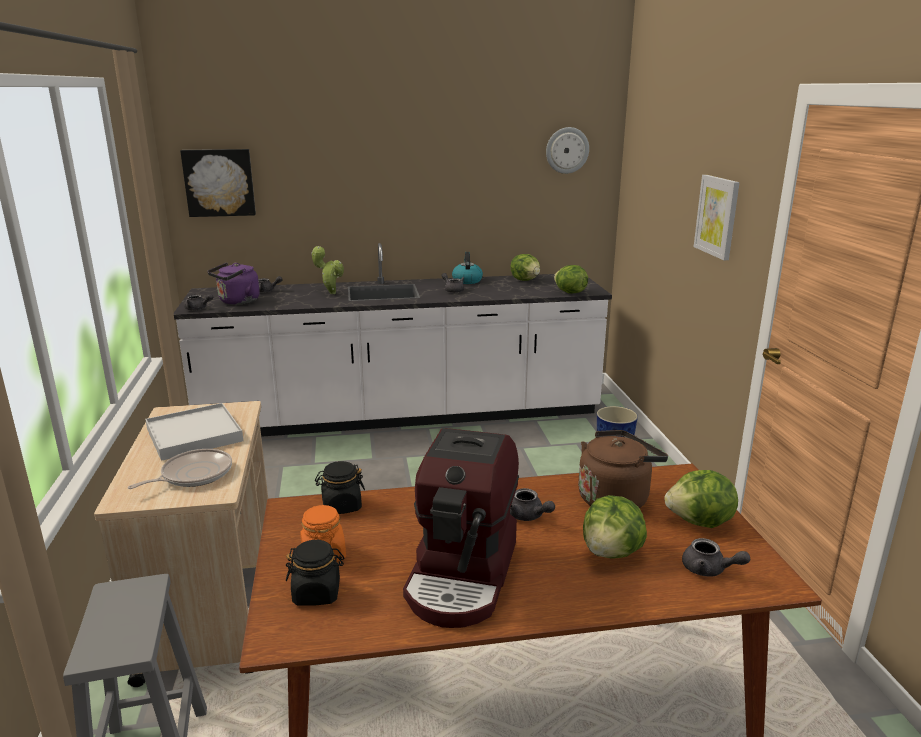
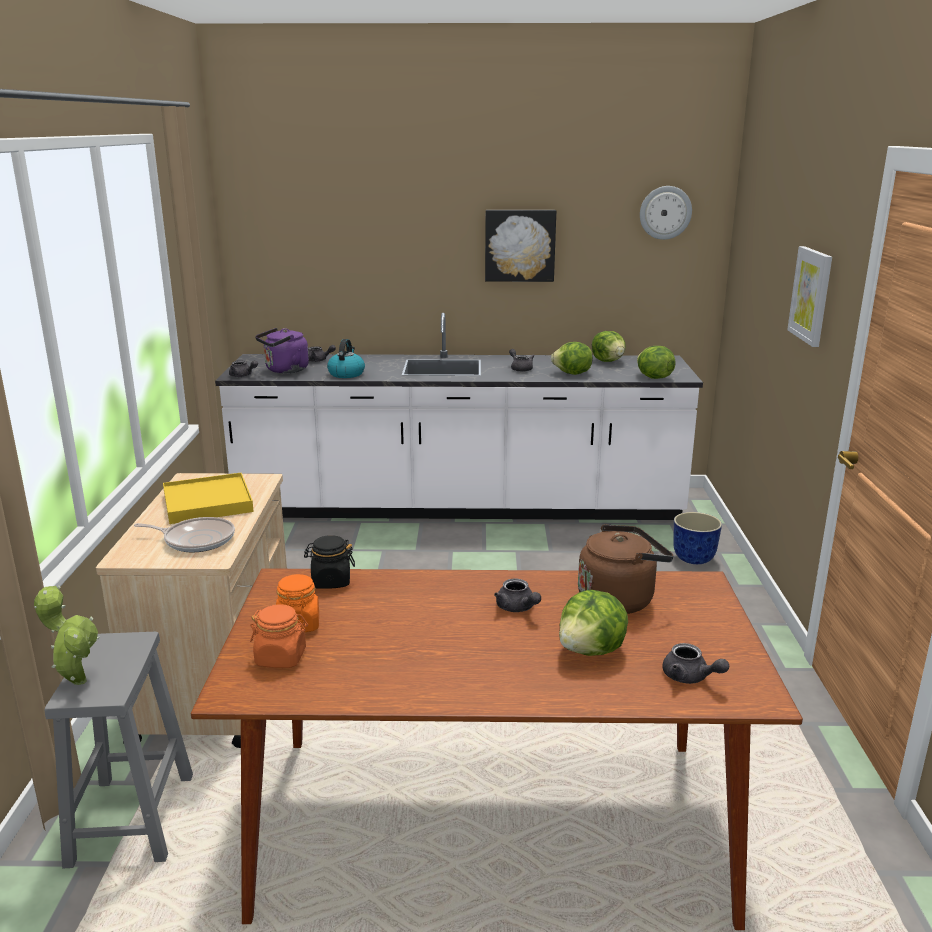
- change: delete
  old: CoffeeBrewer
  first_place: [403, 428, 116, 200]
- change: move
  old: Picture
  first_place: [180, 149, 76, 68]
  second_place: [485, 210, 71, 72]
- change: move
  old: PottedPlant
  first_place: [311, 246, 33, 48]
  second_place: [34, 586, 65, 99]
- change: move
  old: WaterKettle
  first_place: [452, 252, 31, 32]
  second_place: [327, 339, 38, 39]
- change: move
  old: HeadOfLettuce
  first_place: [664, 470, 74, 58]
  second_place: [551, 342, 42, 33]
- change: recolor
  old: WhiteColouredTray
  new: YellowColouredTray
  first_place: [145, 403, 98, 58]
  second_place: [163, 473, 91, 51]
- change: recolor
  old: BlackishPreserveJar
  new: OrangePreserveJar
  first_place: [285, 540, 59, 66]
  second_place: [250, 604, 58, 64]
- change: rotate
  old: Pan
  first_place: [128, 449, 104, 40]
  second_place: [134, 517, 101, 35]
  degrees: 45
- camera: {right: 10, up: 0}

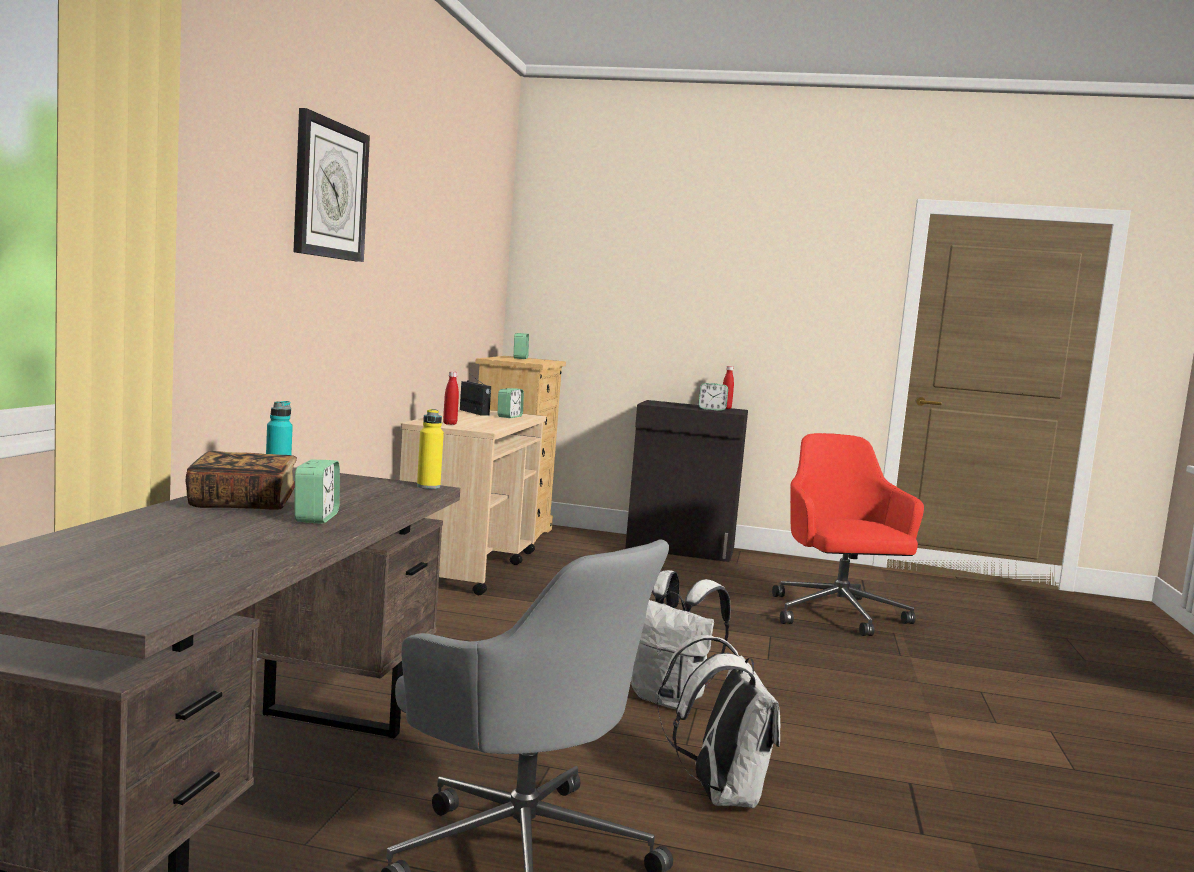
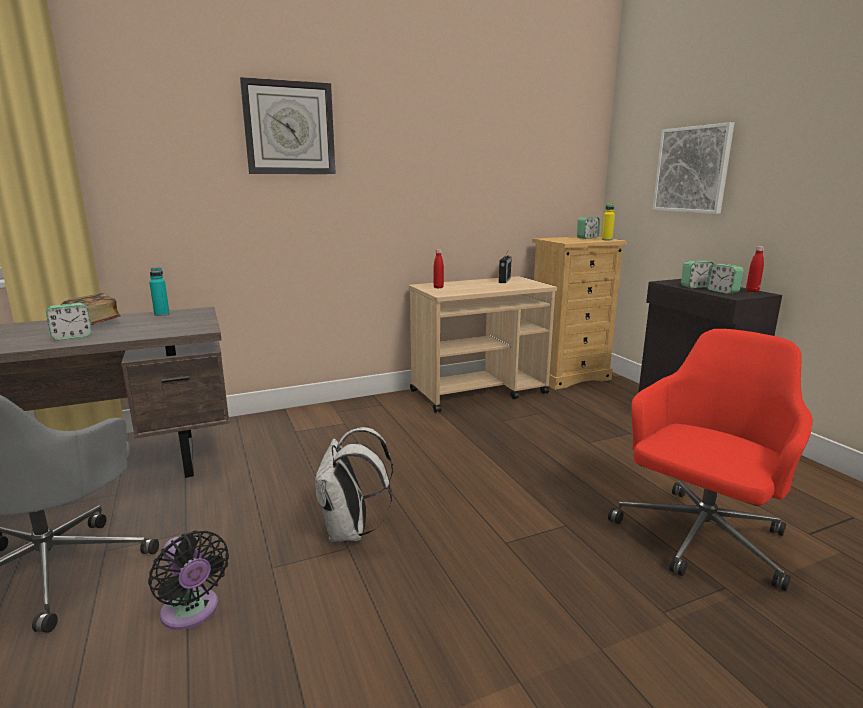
- change: insert
  new: Picture
  second_place: [653, 122, 81, 92]
- change: move
  old: YellowColouredDrinkBottle
  first_place: [417, 409, 27, 80]
  second_place: [602, 203, 13, 37]
- change: move
  old: BedsideClock
  first_place: [498, 388, 26, 30]
  second_place: [681, 261, 33, 27]
- change: replace
  old: WhiteColouredBackpack
  new: BlackishElectricFan
  first_place: [657, 635, 123, 174]
  second_place: [148, 530, 81, 100]
- camera: {right: 55, up: 10}

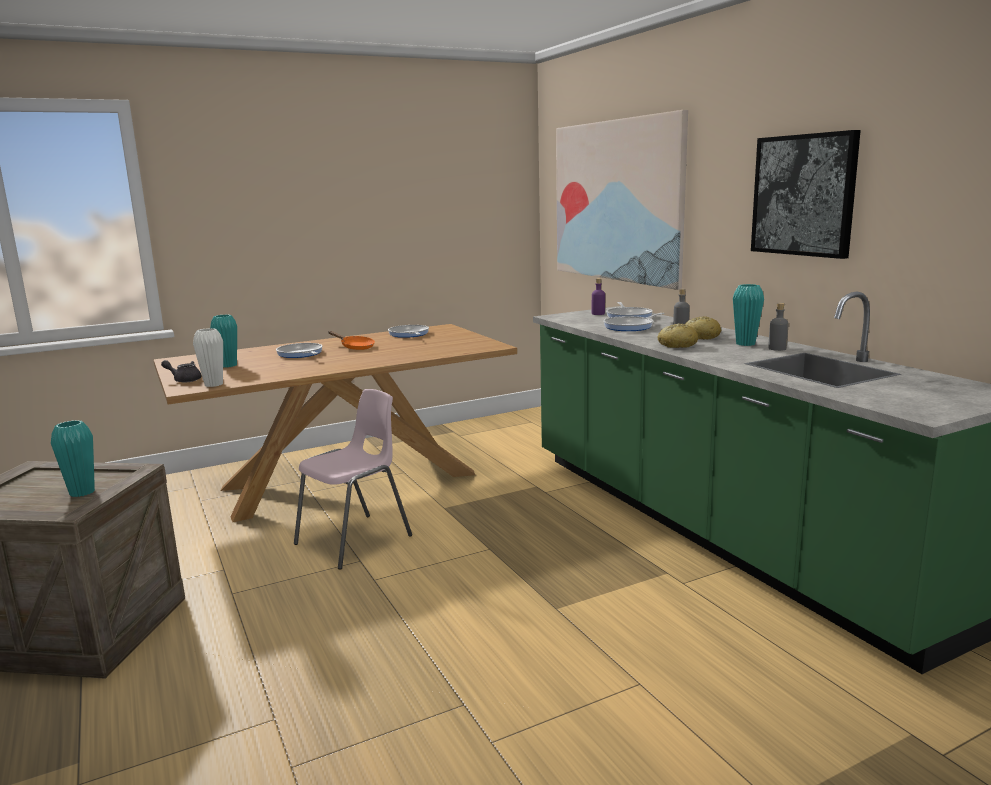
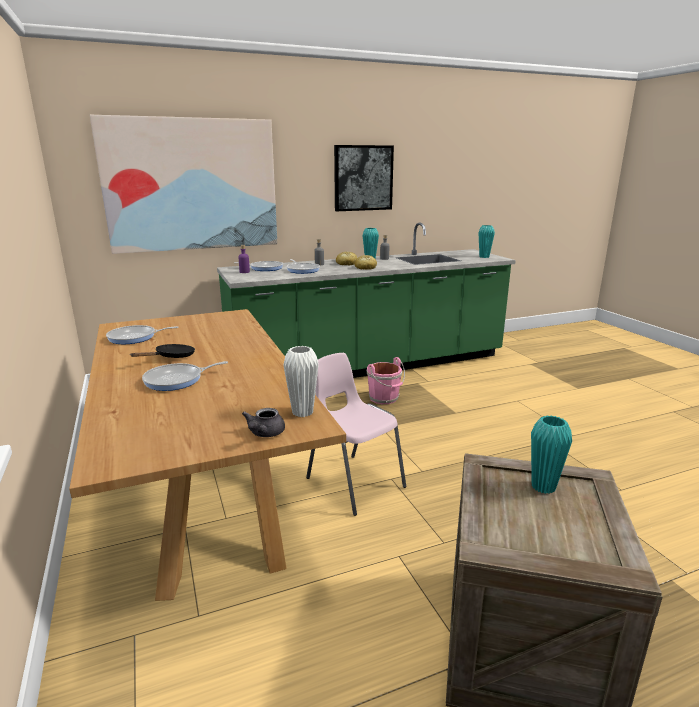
- change: insert
  new: PinkPail
  second_place: [367, 357, 38, 47]
- change: move
  old: TurquoiseColouredFlowerVase
  first_place: [210, 315, 27, 53]
  second_place: [478, 225, 17, 33]
- change: recolor
  old: OrangePan
  new: BlackishPan
  first_place: [328, 331, 47, 19]
  second_place: [131, 344, 64, 14]
- camera: {right: -85, up: 5}

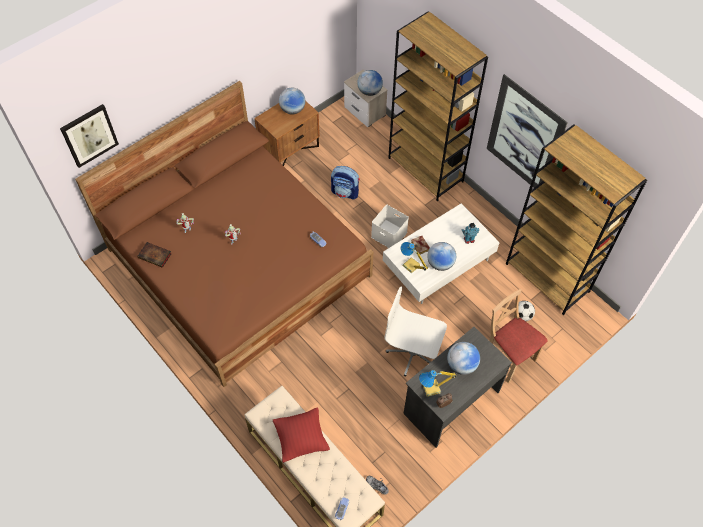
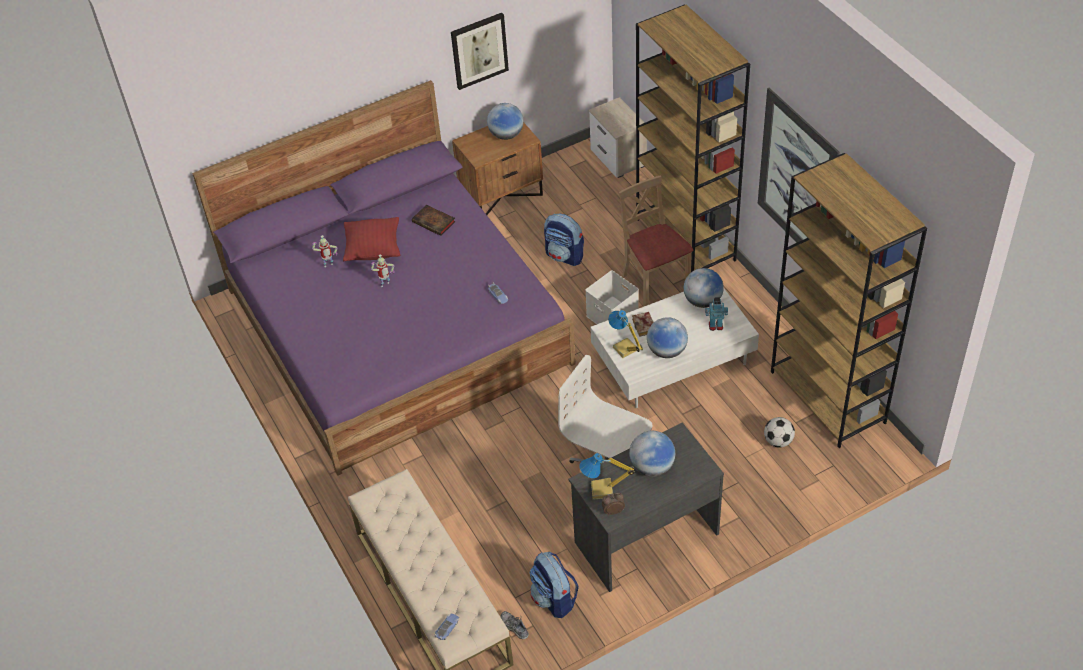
- change: insert
  new: Backpack
  second_place: [529, 552, 50, 66]
- change: move
  old: Picture
  first_place: [60, 104, 59, 64]
  second_place: [451, 13, 58, 77]
- change: move
  old: Volume
  first_place: [137, 242, 35, 26]
  second_place: [412, 205, 43, 31]
- change: move
  old: RedCushion
  first_place: [273, 407, 57, 56]
  second_place: [343, 217, 57, 44]
- change: move
  old: DeskGlobe
  first_place: [357, 70, 26, 26]
  second_place: [684, 268, 40, 40]
- change: move
  old: BeigeColouredUprightChair
  first_place: [489, 289, 59, 94]
  second_place: [619, 175, 74, 132]
- change: recolor
  old: BrownColouredSleepingBed
  new: PurpleSleepingBed
  first_place: [75, 81, 298, 306]
  second_place: [192, 80, 384, 396]
- camera: {right: 15, up: -10}

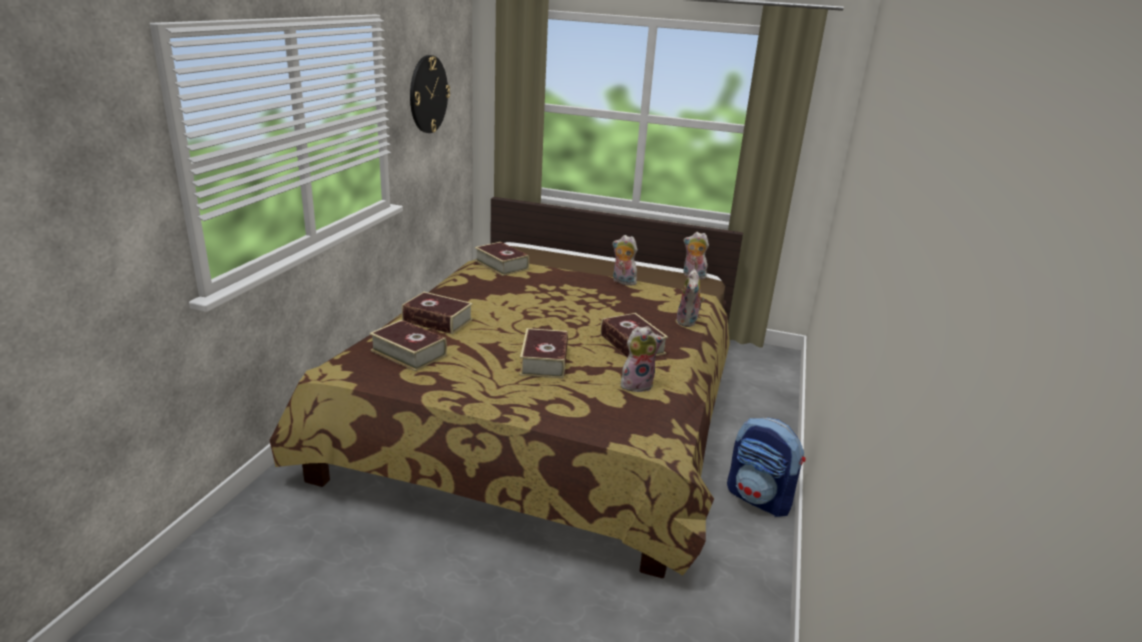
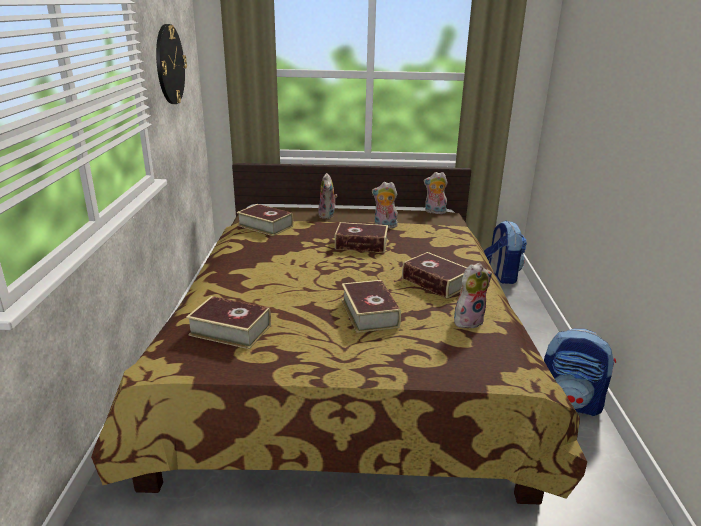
- change: insert
  new: Backpack
  second_place: [484, 220, 43, 64]
- change: move
  old: Volume
  first_place: [402, 292, 71, 42]
  second_place: [335, 222, 53, 31]
- change: move
  old: CuddlyToy
  first_place: [677, 269, 27, 58]
  second_place: [318, 173, 20, 46]
- camera: {right: -15, up: 0}

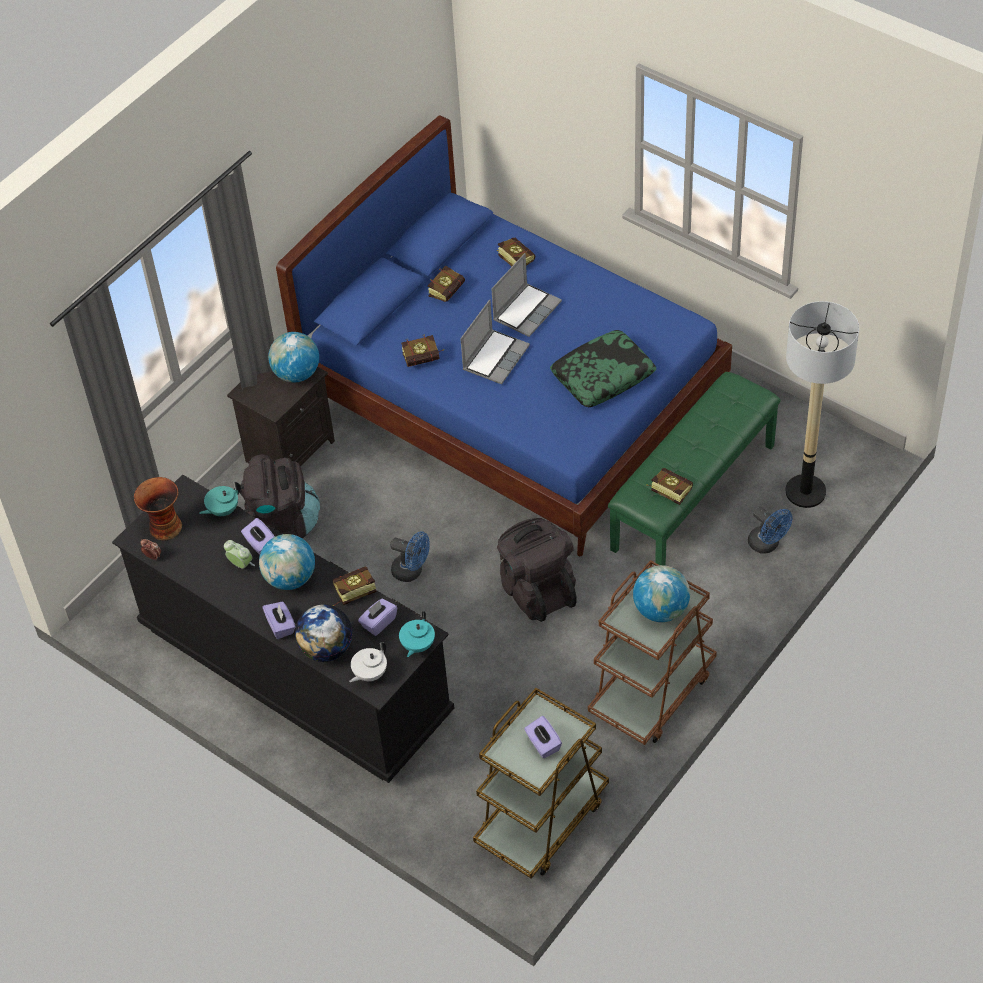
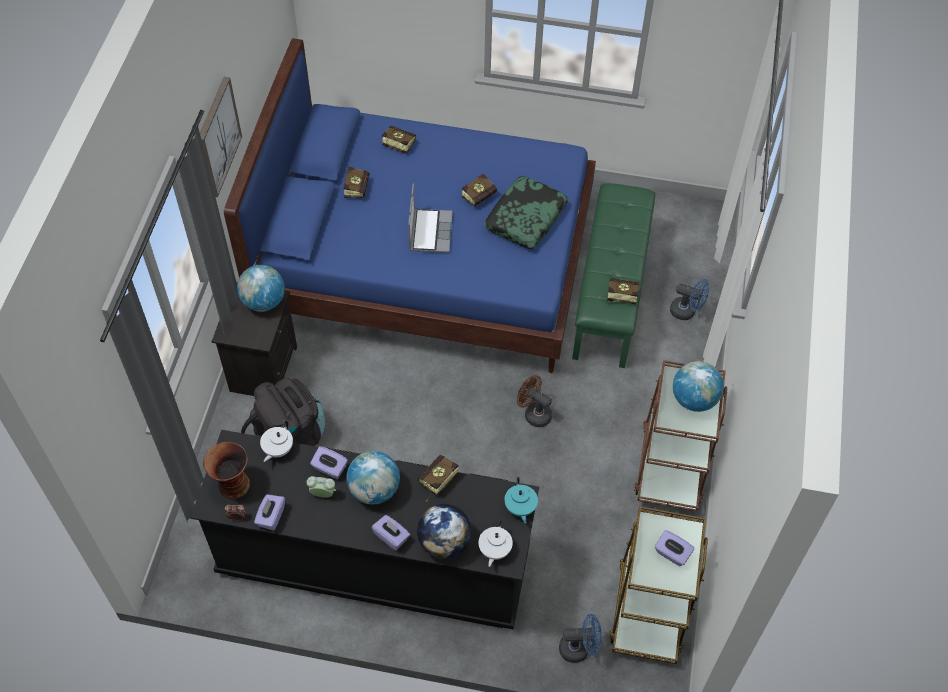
- change: delete
  old: NotebookComputer
  first_place: [491, 253, 71, 84]
- change: delete
  old: FloorLamp
  first_place: [785, 301, 74, 207]
- change: insert
  new: Picture
  second_place: [200, 77, 42, 120]
- change: move
  old: PurpleTissueBox
  first_place: [358, 598, 39, 38]
  second_place: [254, 494, 31, 37]
- change: move
  old: BlueColouredElectricFan
  first_place: [390, 532, 40, 50]
  second_place: [559, 614, 43, 49]
- change: move
  old: Volume
  first_place: [401, 335, 43, 32]
  second_place: [462, 174, 35, 32]
- change: replace
  old: BlackishBackpack
  new: BrownColouredElectricFan
  first_place: [497, 518, 80, 104]
  second_place: [517, 375, 35, 52]
- change: recolor
  old: TurquoiseColouredTeapot
  new: WhiteColouredTeapot
  first_place: [199, 482, 42, 34]
  second_place: [260, 420, 33, 42]
- camera: {right: -30, up: 5}

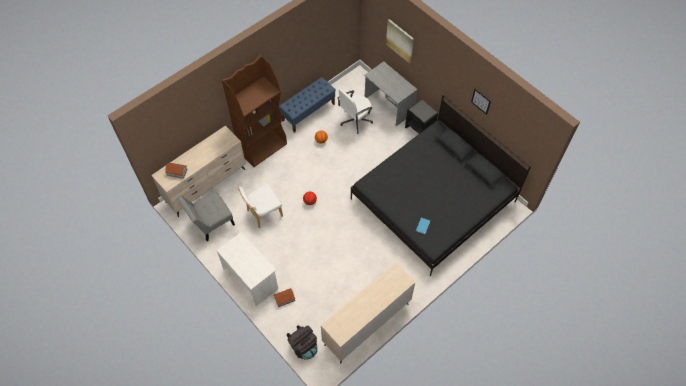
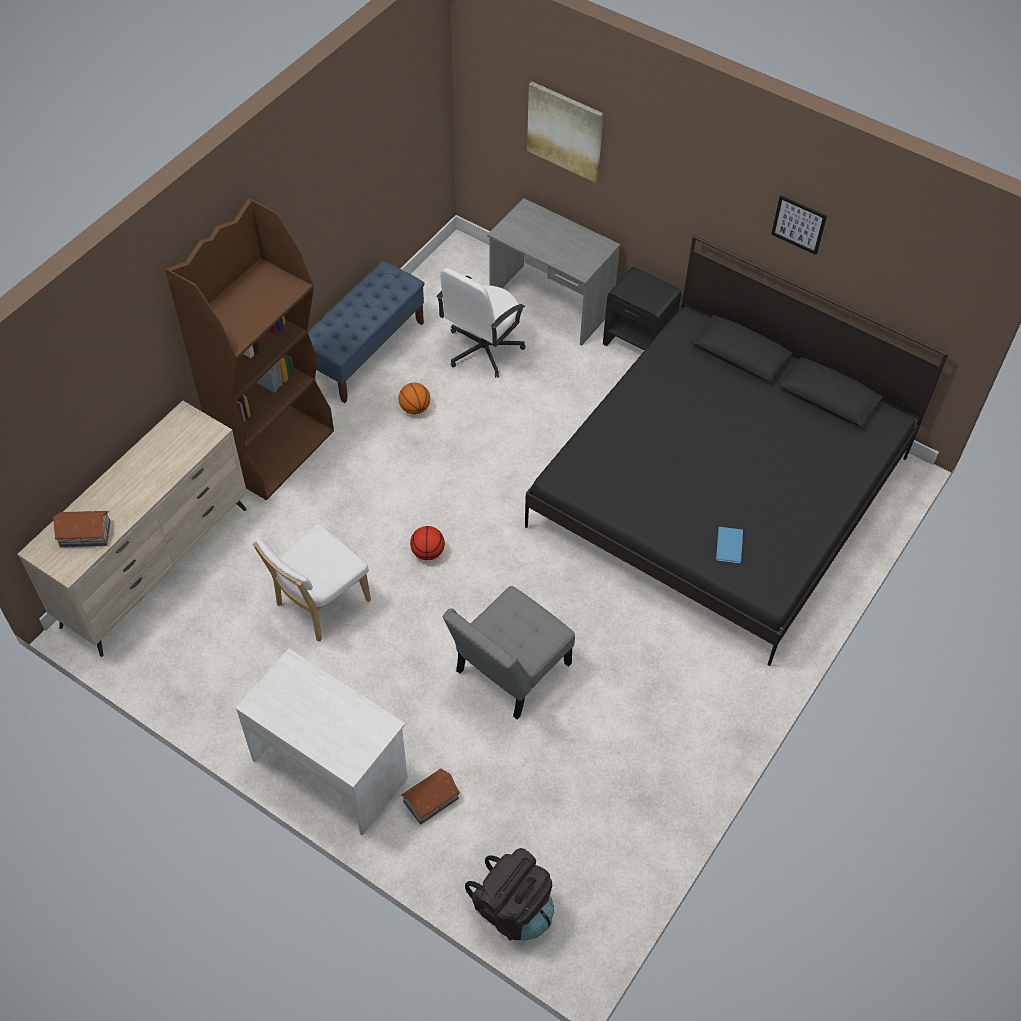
- change: delete
  old: BeigeColouredDrawerChest
  first_place: [321, 262, 95, 102]
- change: move
  old: GreyishUprightChair
  first_place: [177, 191, 58, 50]
  second_place: [442, 586, 133, 133]
- camera: {right: -15, up: -5}

